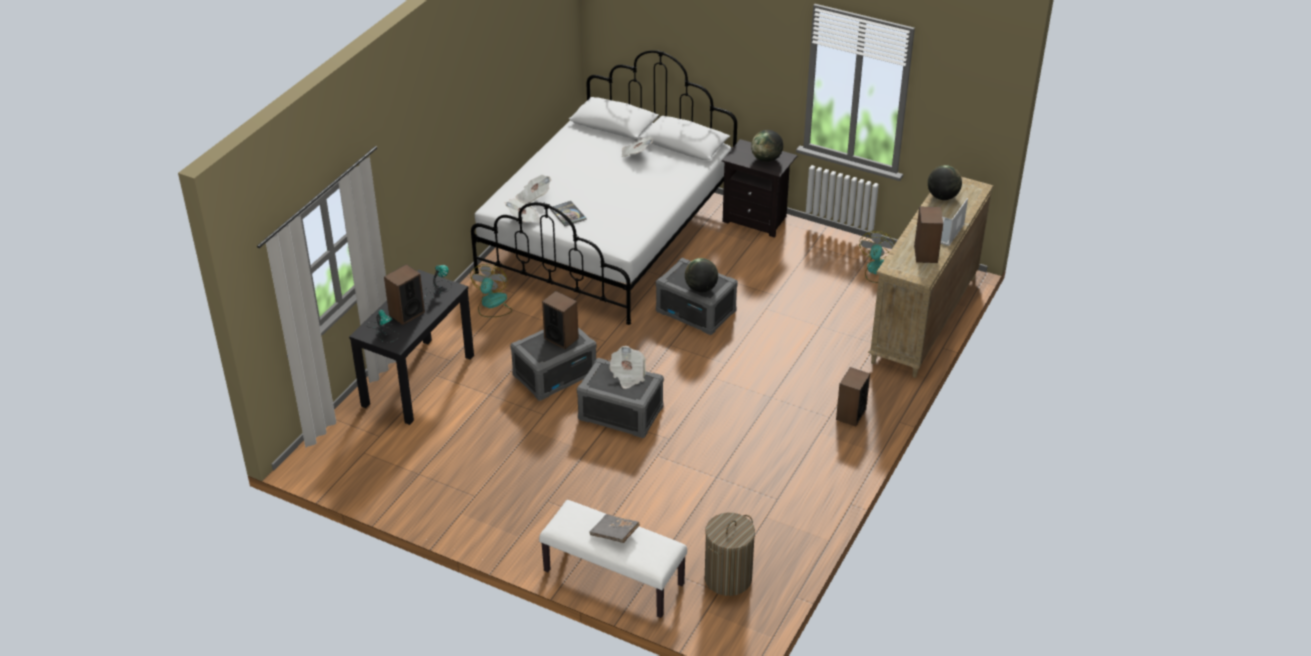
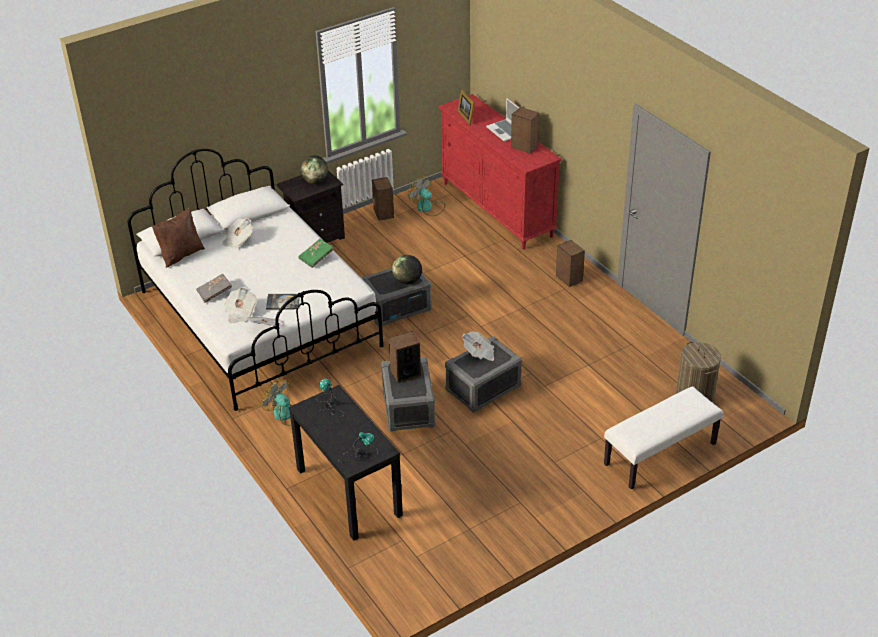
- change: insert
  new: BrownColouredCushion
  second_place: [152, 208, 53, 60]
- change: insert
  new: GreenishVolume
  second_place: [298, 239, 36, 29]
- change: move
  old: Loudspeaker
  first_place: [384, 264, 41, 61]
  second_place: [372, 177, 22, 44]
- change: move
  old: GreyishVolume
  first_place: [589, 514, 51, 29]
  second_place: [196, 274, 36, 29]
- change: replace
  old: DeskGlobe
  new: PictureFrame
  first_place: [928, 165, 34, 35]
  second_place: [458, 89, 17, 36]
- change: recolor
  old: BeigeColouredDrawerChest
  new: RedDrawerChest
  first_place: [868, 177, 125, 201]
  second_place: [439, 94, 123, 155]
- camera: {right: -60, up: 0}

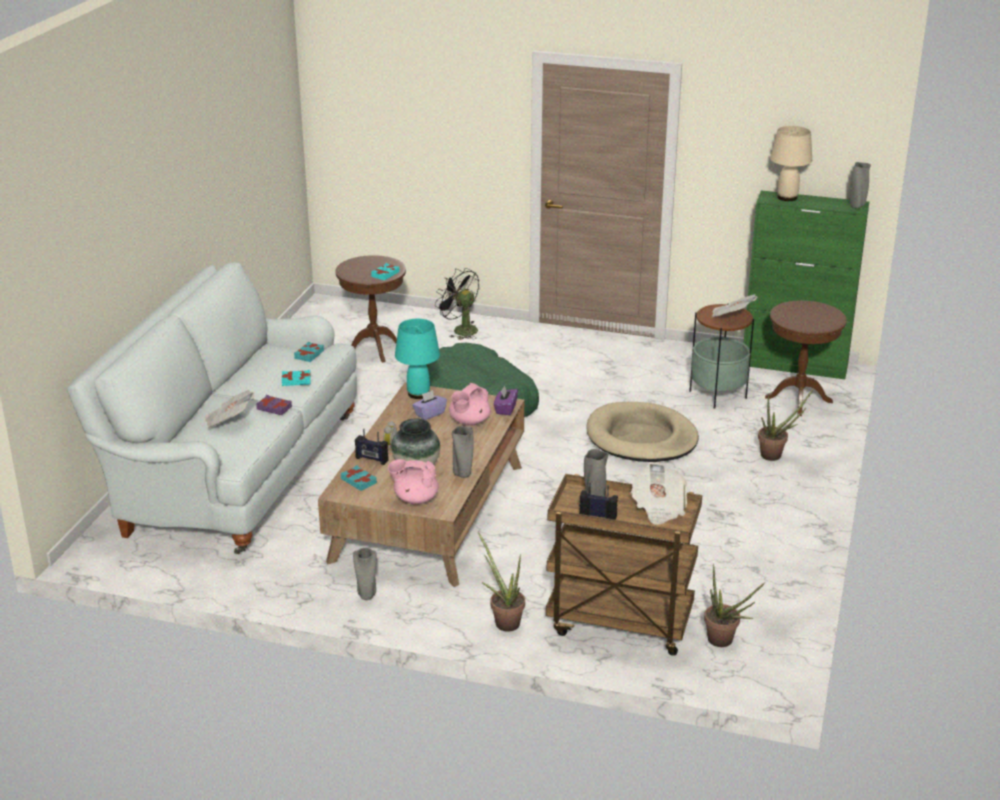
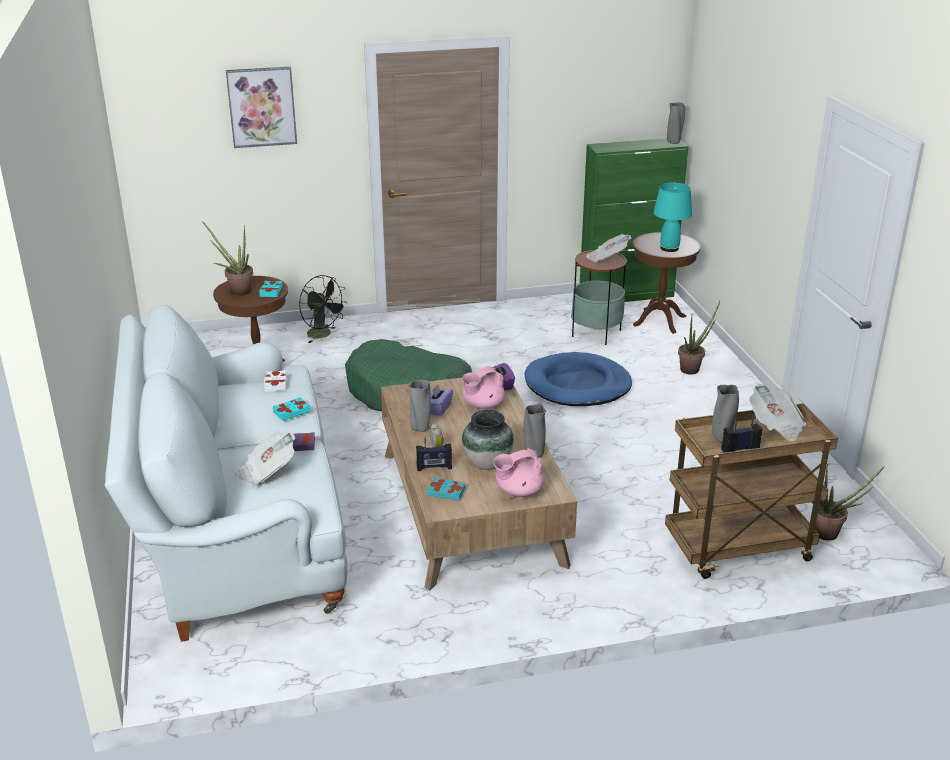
- change: delete
  old: BeigeColouredTableLamp
  first_place: [770, 126, 42, 75]
- change: insert
  new: Picture
  second_place: [226, 67, 71, 81]
- change: move
  old: GreyishFlowerVase
  first_place: [353, 547, 23, 53]
  second_place: [409, 380, 22, 52]
- change: move
  old: TurquoiseColouredTableLamp
  first_place: [395, 319, 45, 80]
  second_place: [653, 183, 39, 69]
- change: move
  old: PottedPlant
  first_place: [478, 532, 47, 100]
  second_place: [202, 221, 51, 75]
- change: recolor
  old: TurquoiseColouredVolume
  new: WhiteColouredVolume
  first_place: [294, 342, 30, 20]
  second_place: [264, 370, 23, 22]
- change: recolor
  old: BeigeColouredDogCushion
  new: BlueColouredDogCushion
  first_place: [586, 402, 113, 60]
  second_place: [524, 352, 108, 54]
- change: rotate
  old: BlackishElectricFan
  first_place: [435, 268, 44, 72]
  second_place: [299, 275, 49, 68]
  degrees: -150
- change: rotate
  old: PinkTeapot
  first_place: [449, 383, 42, 43]
  second_place: [462, 366, 43, 44]
  degrees: 45
- camera: {right: -30, up: 0}

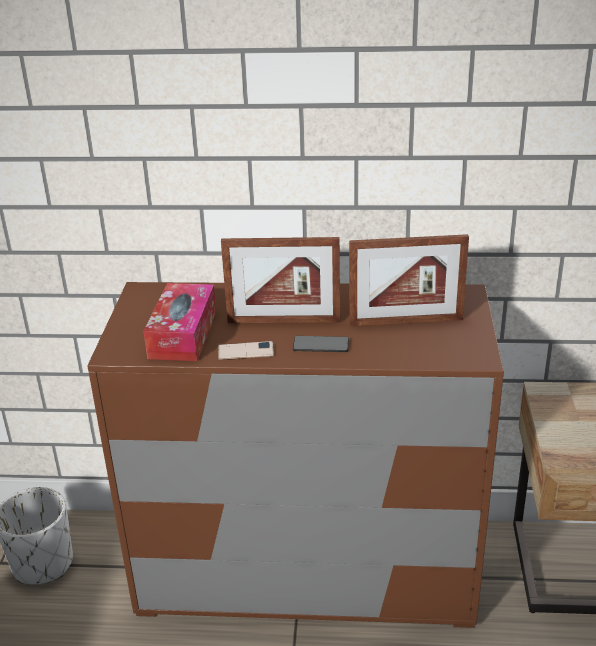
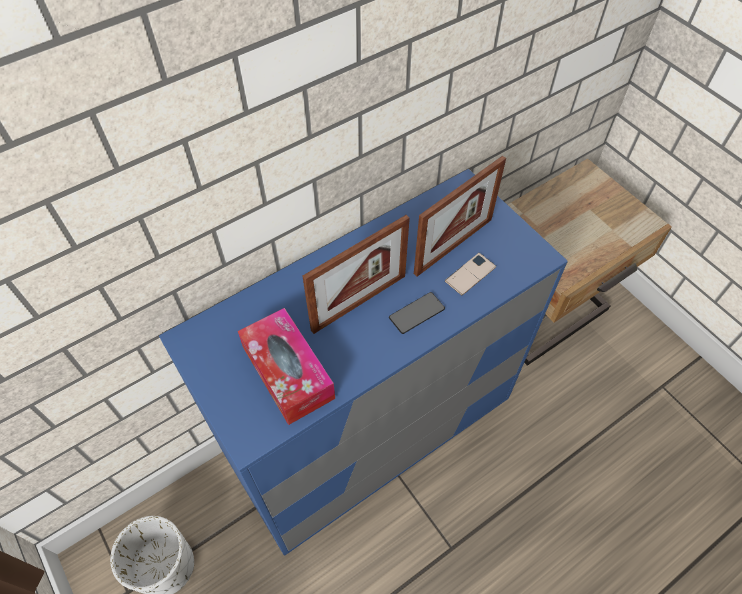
- change: move
  old: Handset
  first_place: [218, 341, 56, 19]
  second_place: [445, 253, 51, 42]
- change: recolor
  old: BrownColouredDrawerChest
  new: BlueColouredDrawerChest
  first_place: [87, 282, 417, 346]
  second_place: [159, 169, 409, 387]
- camera: {right: -40, up: 25}

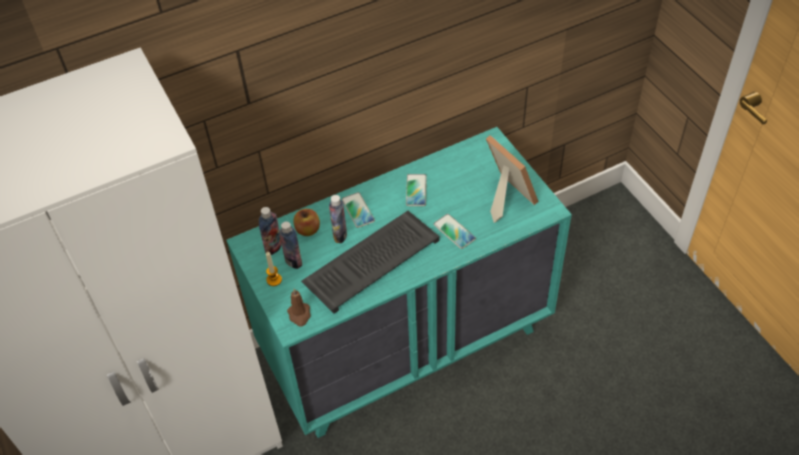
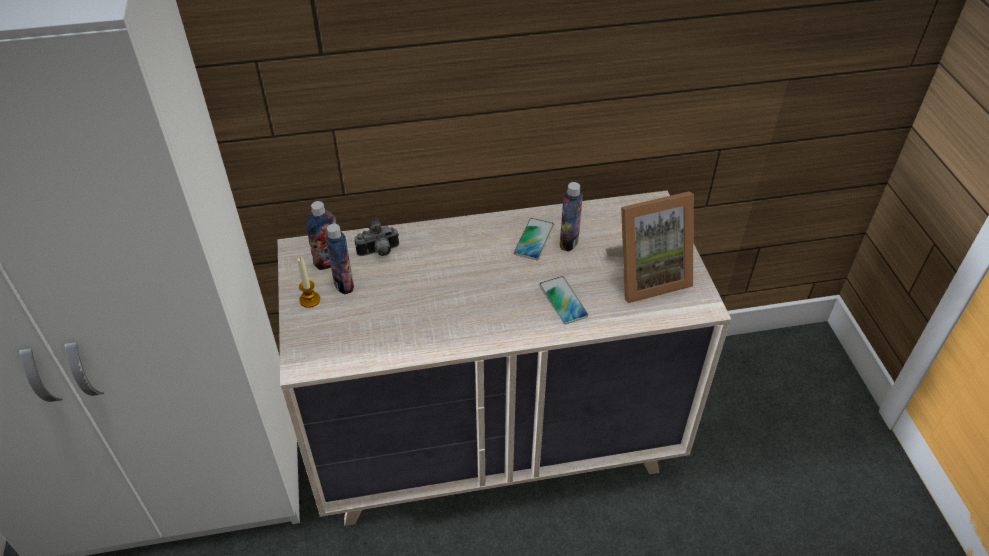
- change: delete
  old: BrownColouredWaxLight
  first_place: [287, 288, 24, 39]
- change: delete
  old: ComputerKeyboard
  first_place: [301, 211, 139, 103]
- change: delete
  old: Handset
  first_place: [342, 192, 33, 36]
- change: move
  old: DrinkBottle
  first_place: [329, 195, 18, 48]
  second_place: [560, 182, 23, 69]
- change: replace
  old: WholeApple
  new: PhotoCamera
  first_place: [293, 209, 27, 27]
  second_place: [355, 217, 44, 39]
- change: recolor
  old: TurquoiseColouredDrawerChest
  new: BeigeColouredDrawerChest
  first_place: [226, 127, 346, 311]
  second_place: [278, 191, 453, 335]
- change: rotate
  old: PictureFrame
  first_place: [486, 135, 53, 88]
  second_place: [605, 191, 89, 112]
  degrees: 90
- camera: {right: 15, up: -5}

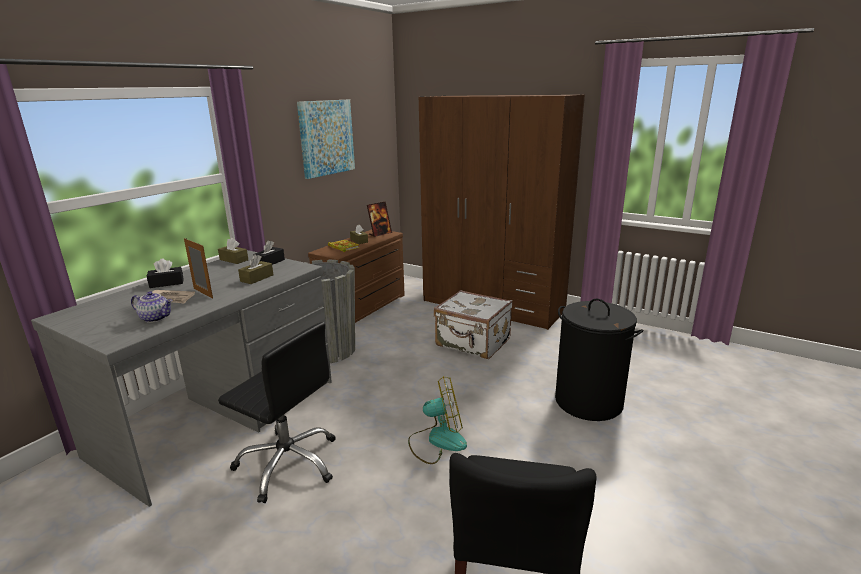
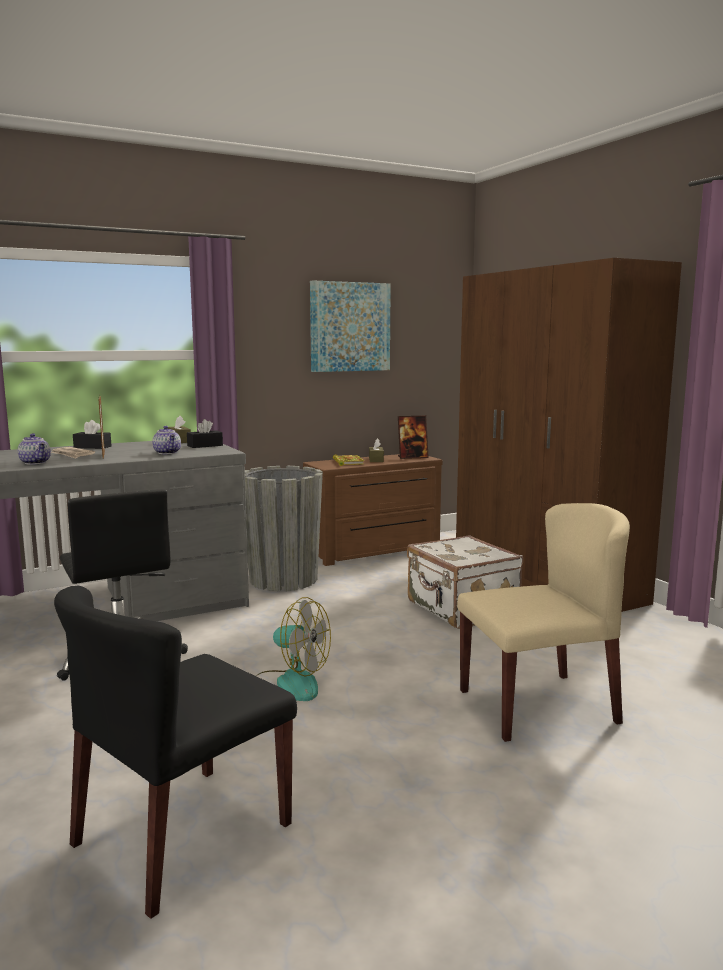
- change: replace
  old: BrownColouredTissueBox
  new: Teapot
  first_place: [238, 254, 35, 30]
  second_place: [152, 426, 29, 28]
- change: replace
  old: BlackishHamper
  new: BeigeColouredUprightChair
  first_place: [555, 299, 88, 122]
  second_place: [457, 503, 173, 239]
- camera: {right: 30, up: -10}

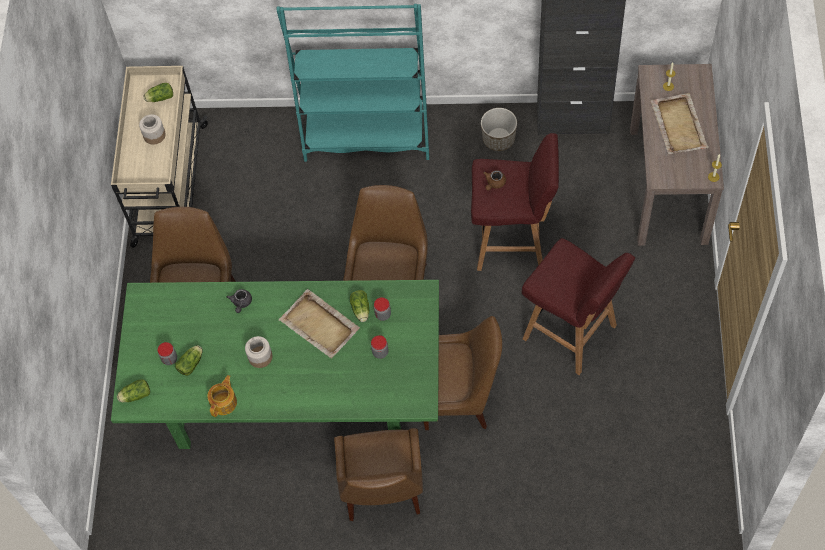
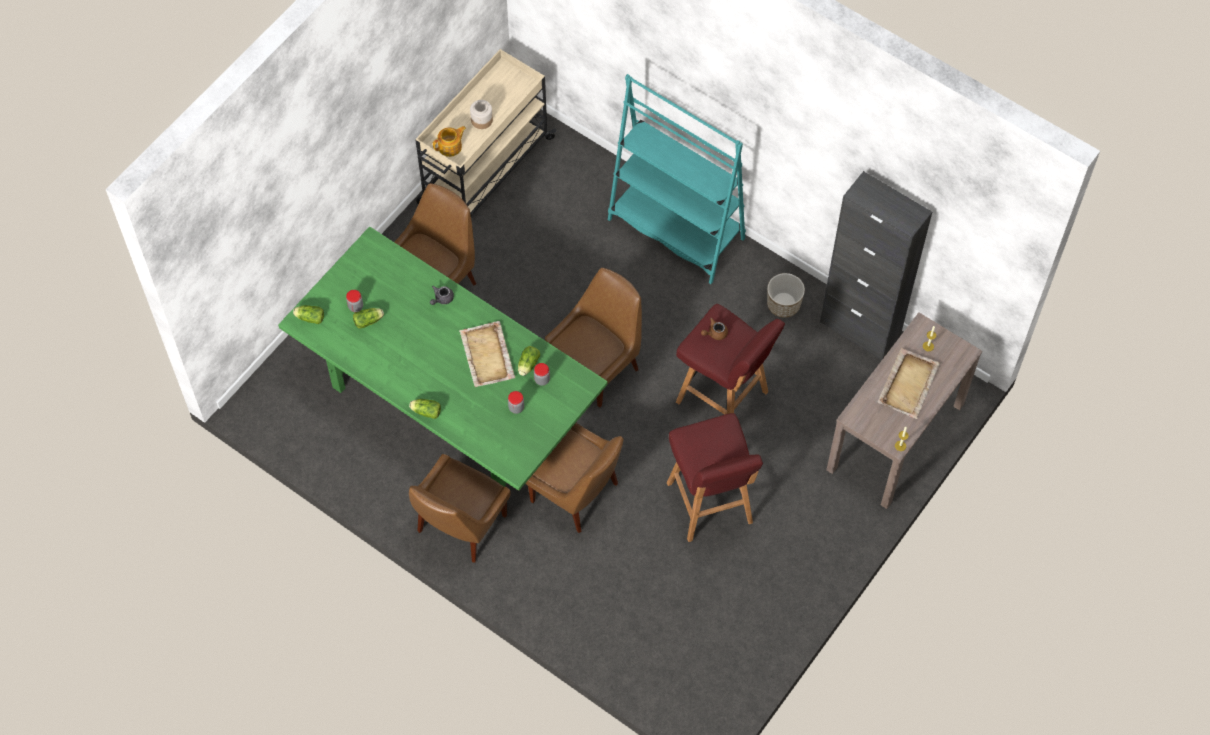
- change: delete
  old: PreserveJar
  first_place: [245, 336, 27, 32]
- change: move
  old: HeadOfLettuce
  first_place: [144, 83, 29, 19]
  second_place: [409, 399, 32, 20]
- change: move
  old: Teapot
  first_place: [207, 375, 30, 42]
  second_place: [433, 126, 33, 31]
- camera: {right: 30, up: 0}

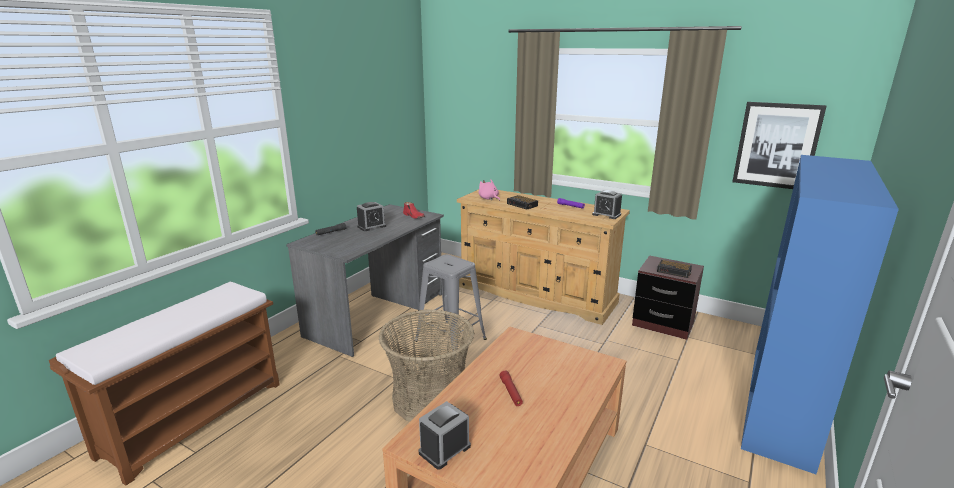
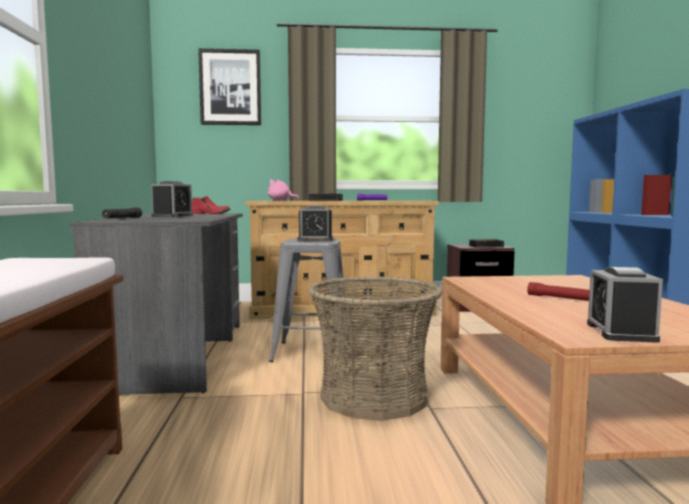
- change: move
  old: BedsideClock
  first_place: [592, 190, 30, 29]
  second_place: [297, 205, 36, 36]
- change: move
  old: Picture
  first_place: [732, 102, 94, 87]
  second_place: [198, 48, 63, 77]
- camera: {right: -35, up: -15}

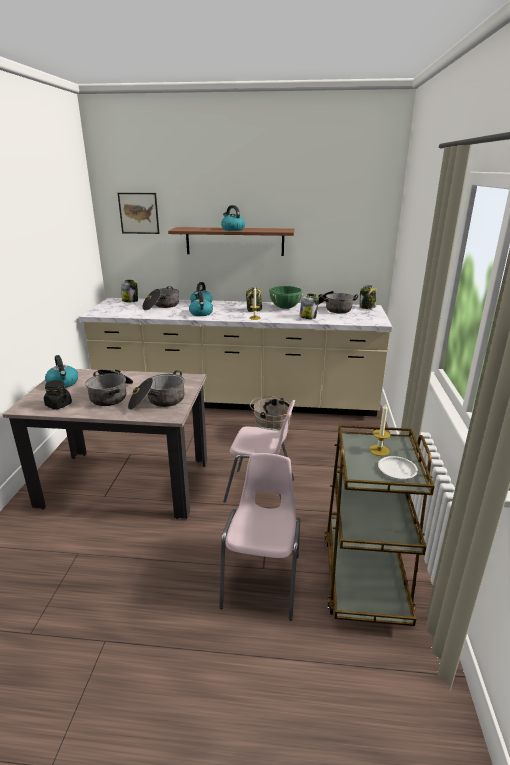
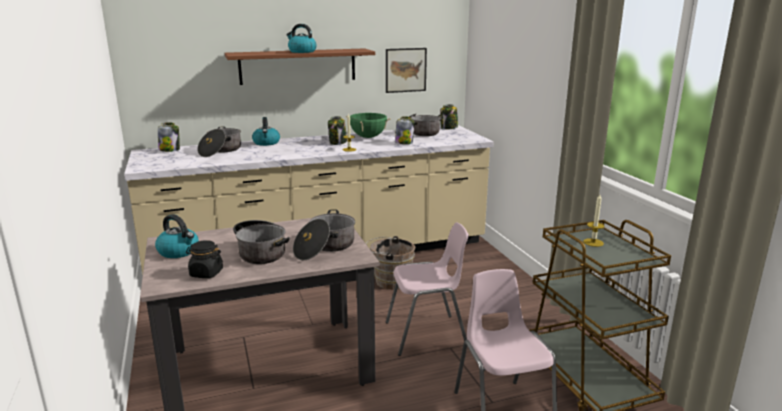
- change: delete
  old: WaterKettle
  first_place: [189, 291, 24, 25]
- change: delete
  old: WhiteColouredPlate
  first_place: [378, 456, 40, 23]
- change: move
  old: Picture
  first_place: [118, 193, 42, 41]
  second_place: [386, 48, 41, 45]
- camera: {right: -25, up: -5}

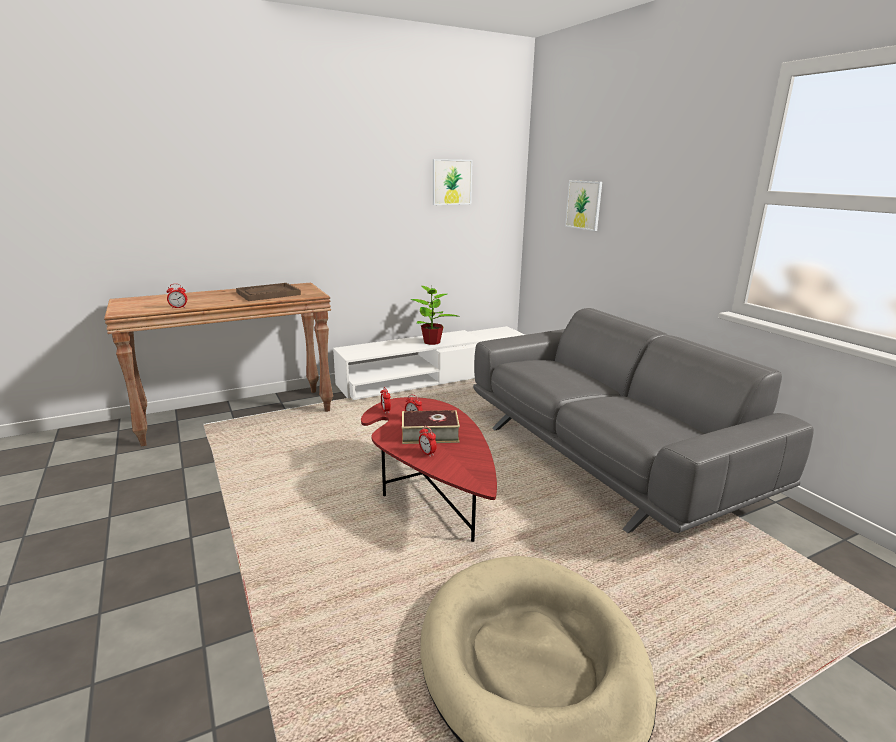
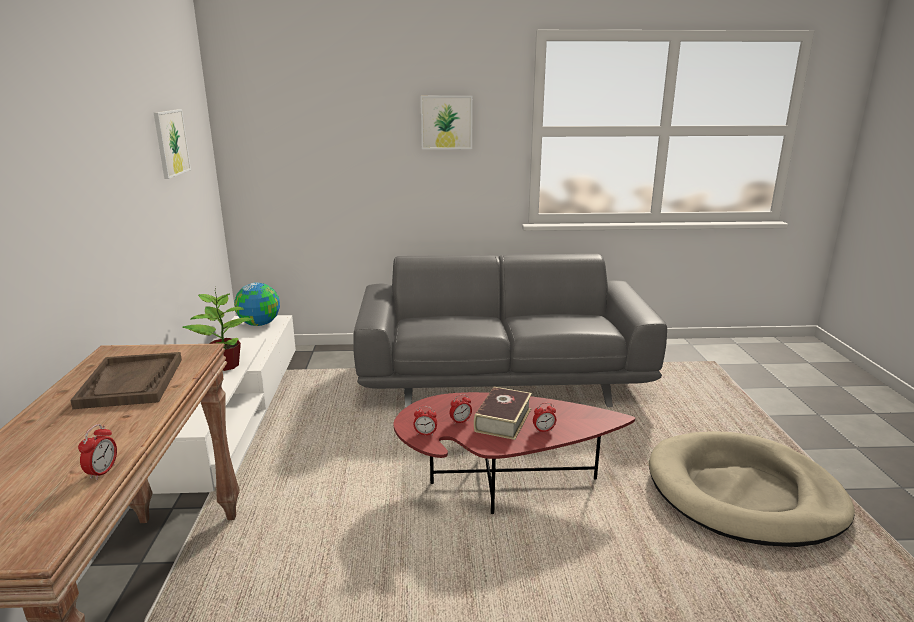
- change: insert
  new: DeskGlobe
  second_place: [234, 282, 46, 44]
- change: move
  old: Picture
  first_place: [565, 180, 37, 51]
  second_place: [421, 96, 52, 53]
- camera: {right: -65, up: 0}

